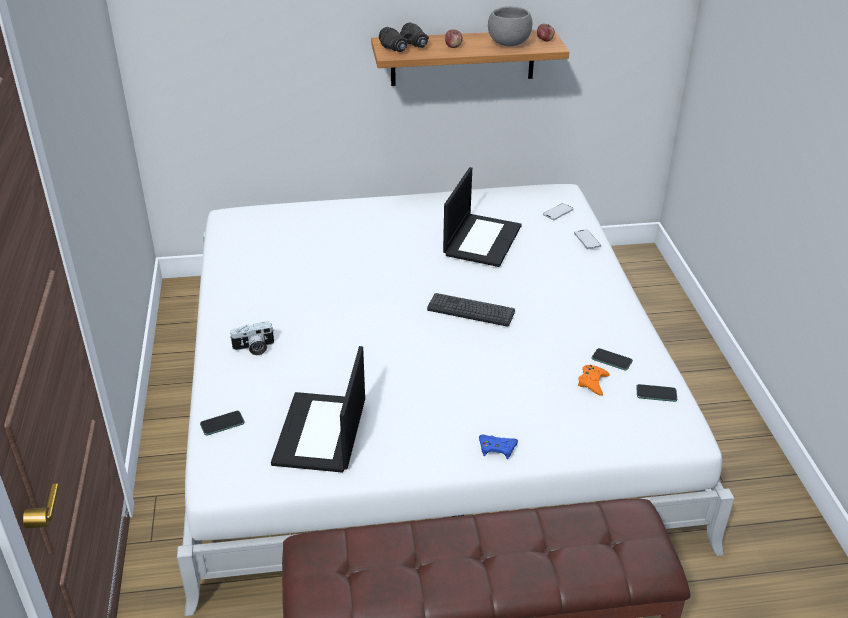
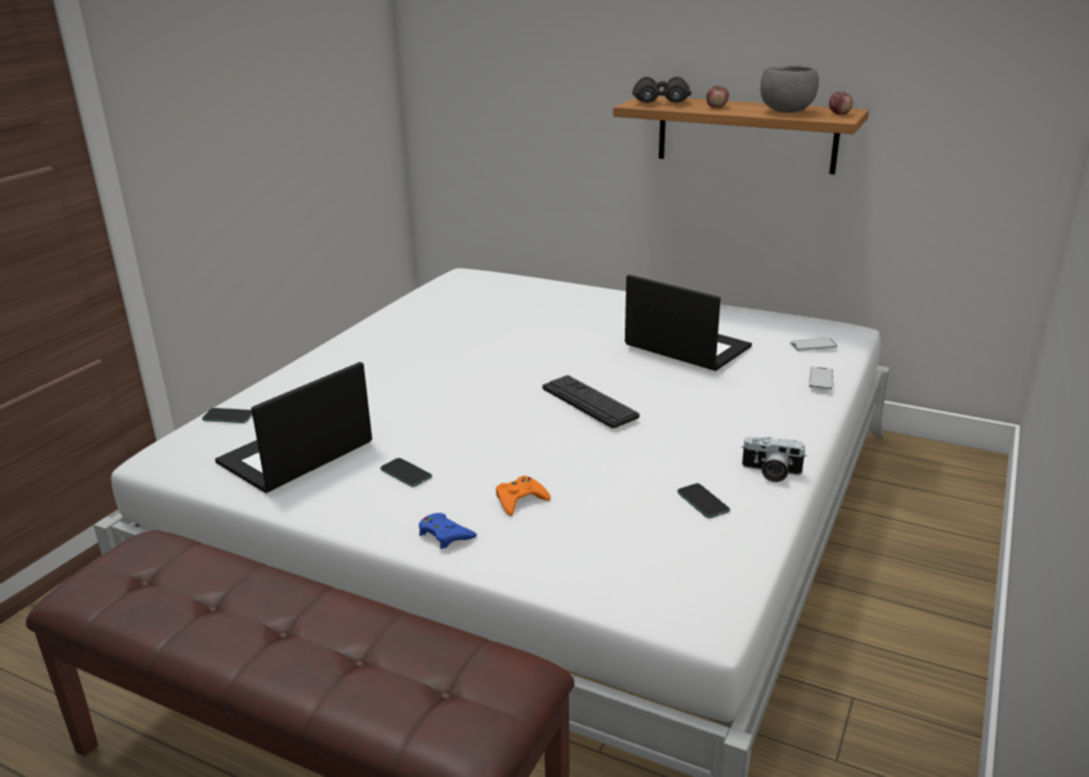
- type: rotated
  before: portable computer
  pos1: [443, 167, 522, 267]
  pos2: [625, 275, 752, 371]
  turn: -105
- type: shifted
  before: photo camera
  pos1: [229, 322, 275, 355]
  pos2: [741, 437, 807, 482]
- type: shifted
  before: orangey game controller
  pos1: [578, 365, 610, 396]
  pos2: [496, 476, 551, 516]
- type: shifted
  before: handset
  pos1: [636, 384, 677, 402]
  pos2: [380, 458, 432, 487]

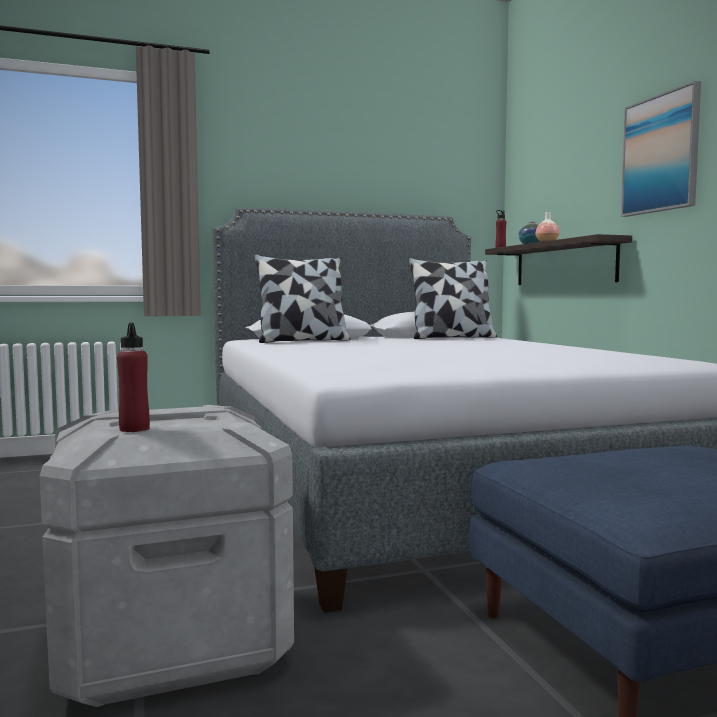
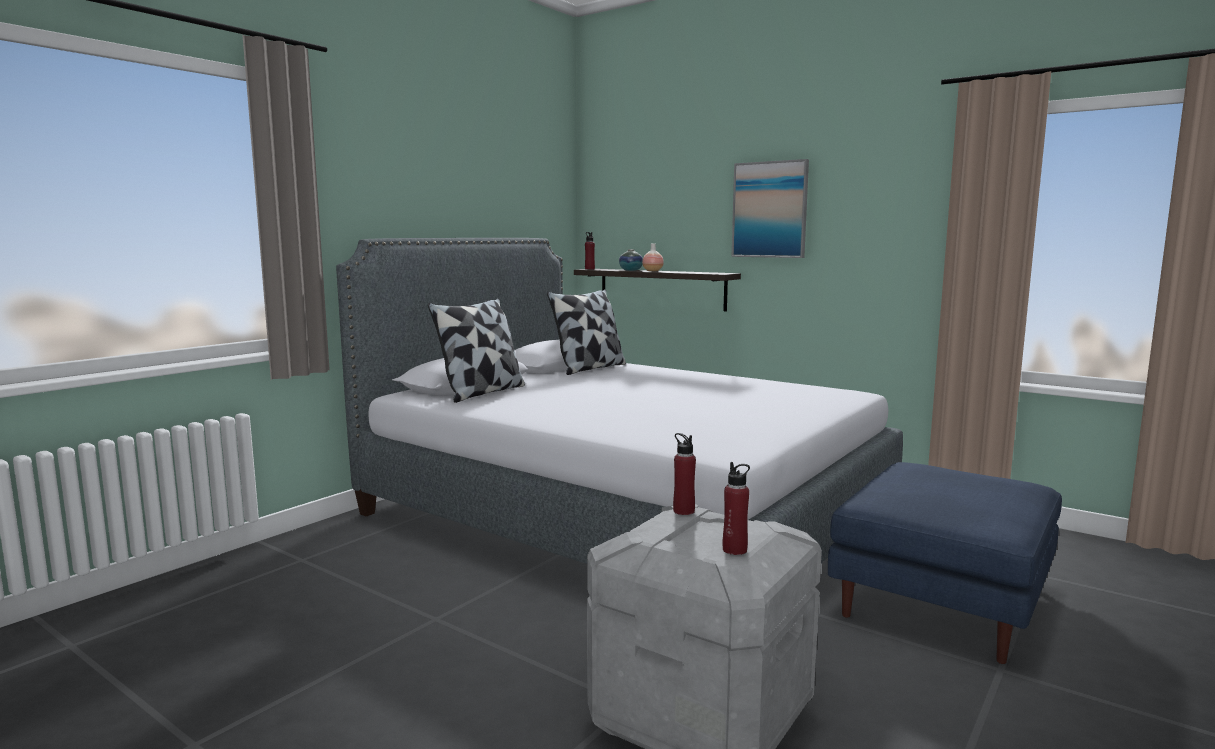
- type: new
  after: red beverage bottle
  pos2: [673, 433, 696, 515]

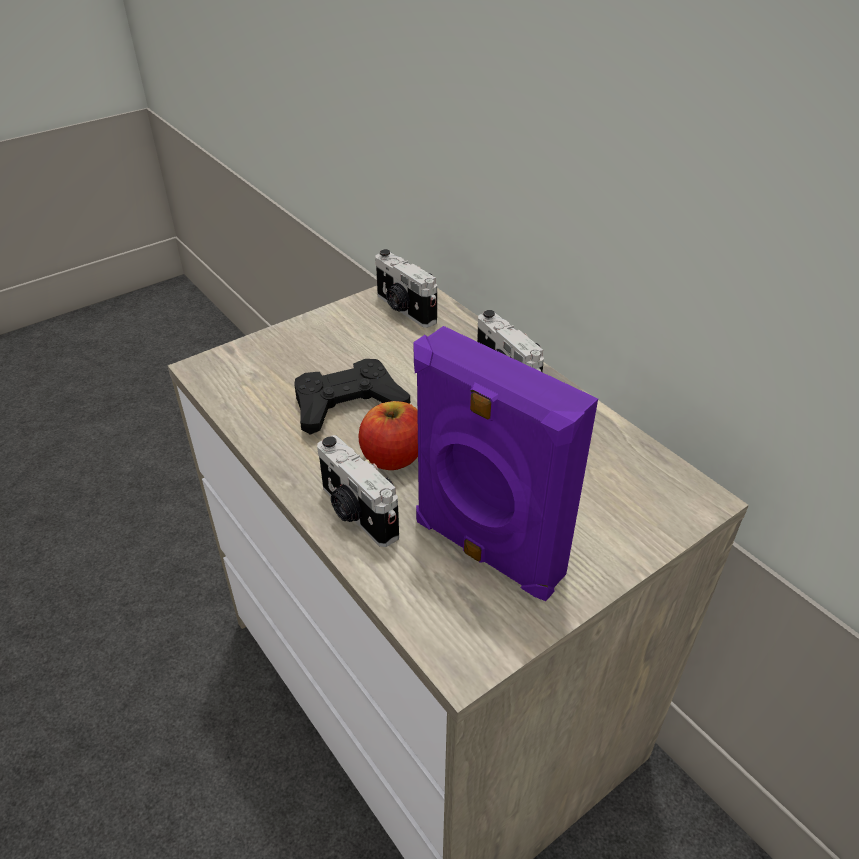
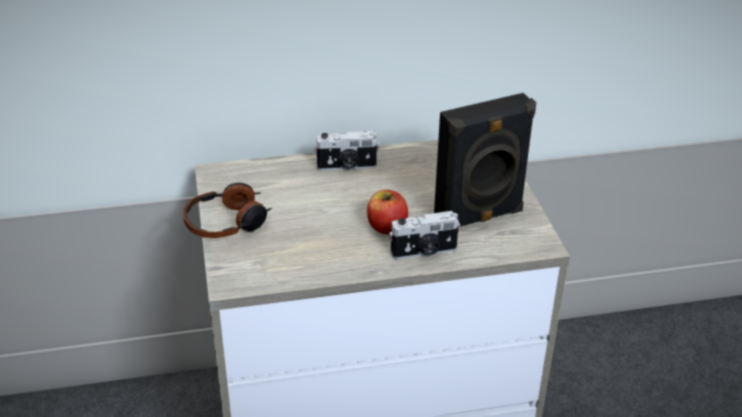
- type: gone
  before: photo camera
  pos1: [375, 249, 437, 328]
- type: repainted
  before: purple speaker
  after: black speaker
  pos1: [413, 326, 598, 601]
  pos2: [434, 93, 536, 227]
- type: gone
  before: black game controller
  pos1: [294, 359, 410, 435]
- type: new
  after: headset
  pos2: [183, 183, 272, 238]

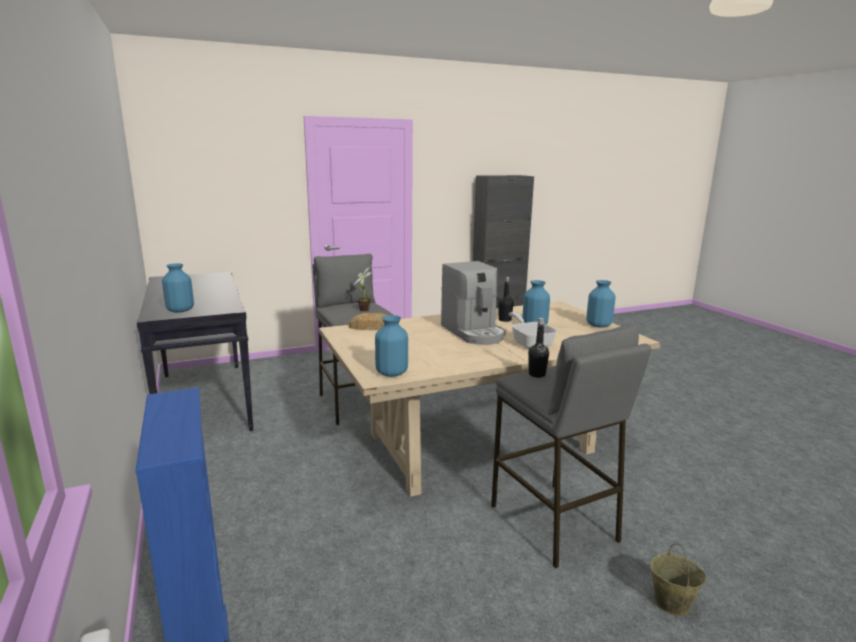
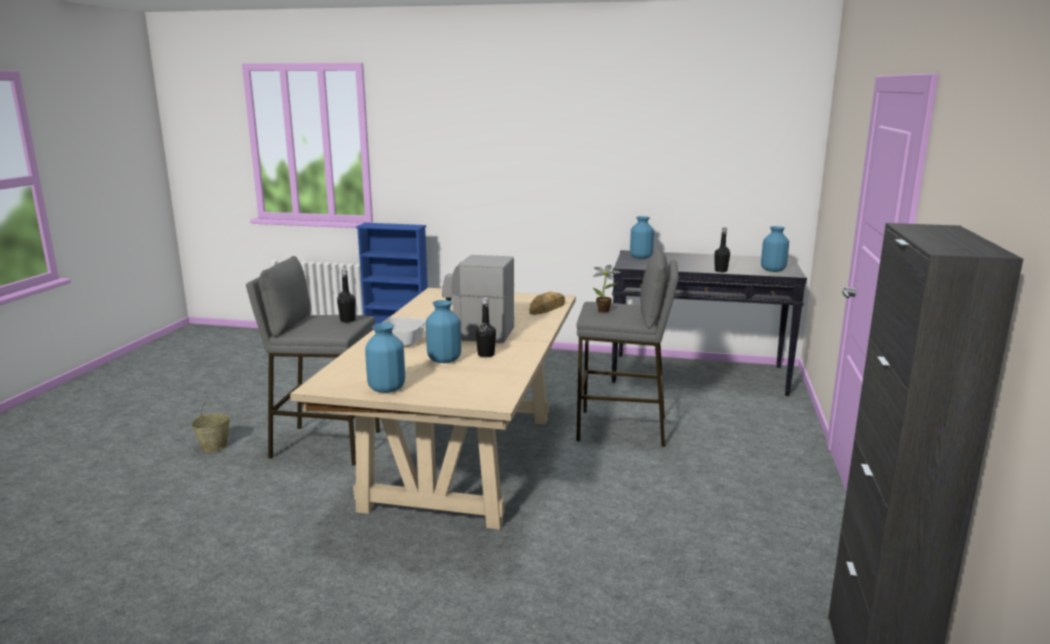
- type: shifted
  before: blue decorative vase
  pos1: [375, 315, 408, 377]
  pos2: [761, 226, 789, 272]
- type: new
  after: black beverage bottle
  pos2: [715, 228, 730, 272]

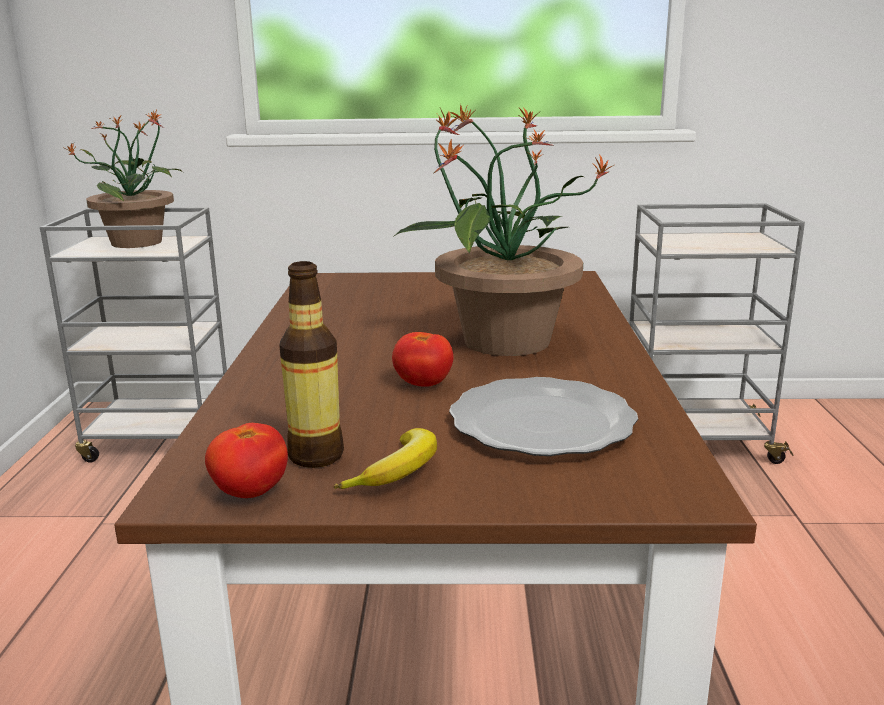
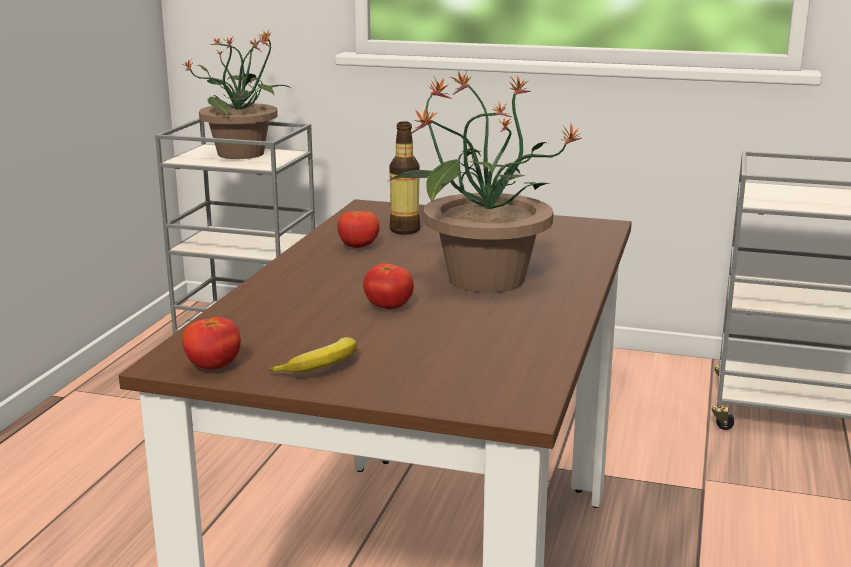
- type: shifted
  before: beverage bottle
  pos1: [280, 261, 344, 468]
  pos2: [389, 121, 420, 234]
- type: gone
  before: dinner plate
  pos1: [449, 377, 638, 456]
- type: new
  after: tomato
  pos2: [337, 211, 380, 248]

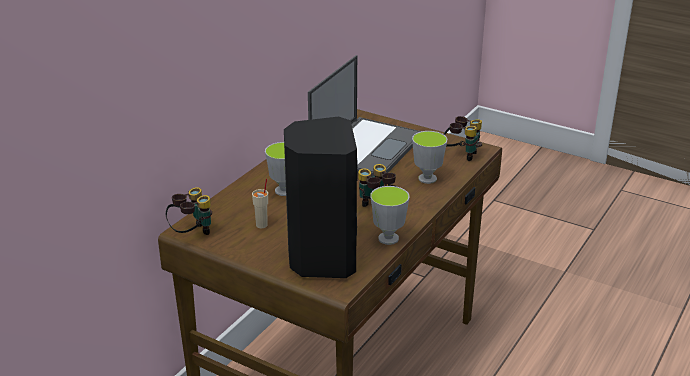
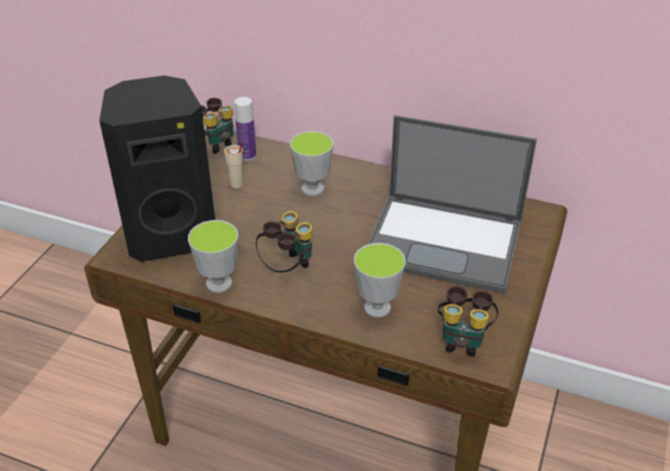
- type: new
  after: beverage bottle
  pos2: [234, 97, 256, 161]

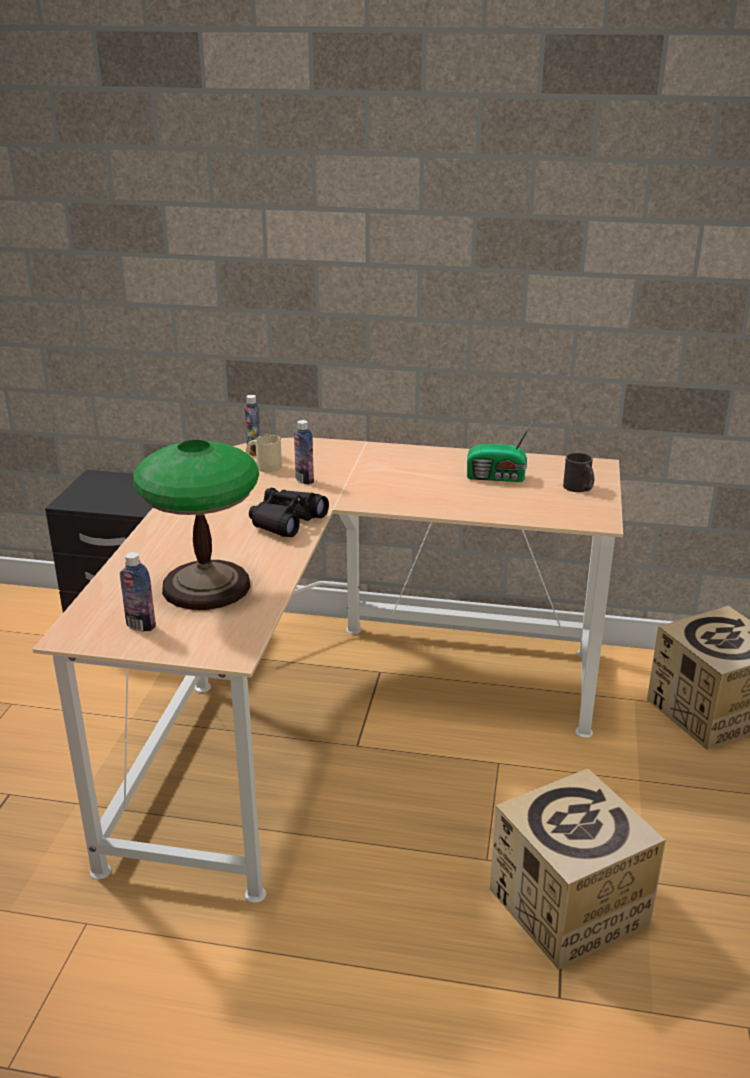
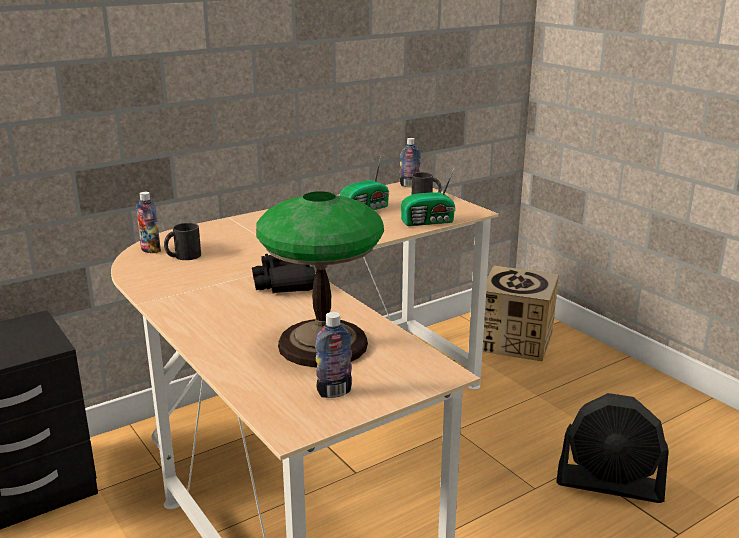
- type: shifted
  before: beverage bottle
  pos1: [294, 420, 314, 485]
  pos2: [400, 138, 421, 187]
- type: repainted
  before: beige-coloured coffee mug
  after: black coffee mug
  pos1: [246, 434, 282, 473]
  pos2: [164, 223, 201, 260]
- type: swapped
  before: cardboard box
  after: black cooling fan
  pos1: [490, 768, 666, 970]
  pos2: [556, 393, 669, 503]
- type: new
  after: radio receiver
  pos2: [401, 169, 456, 226]

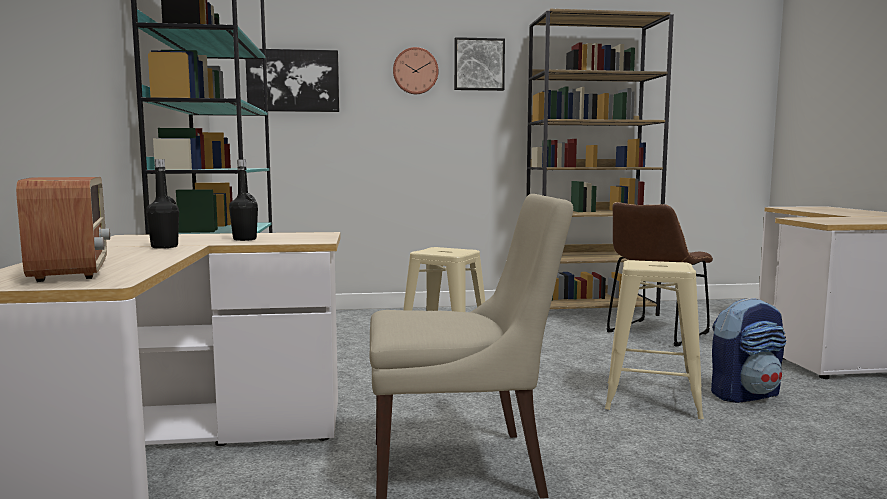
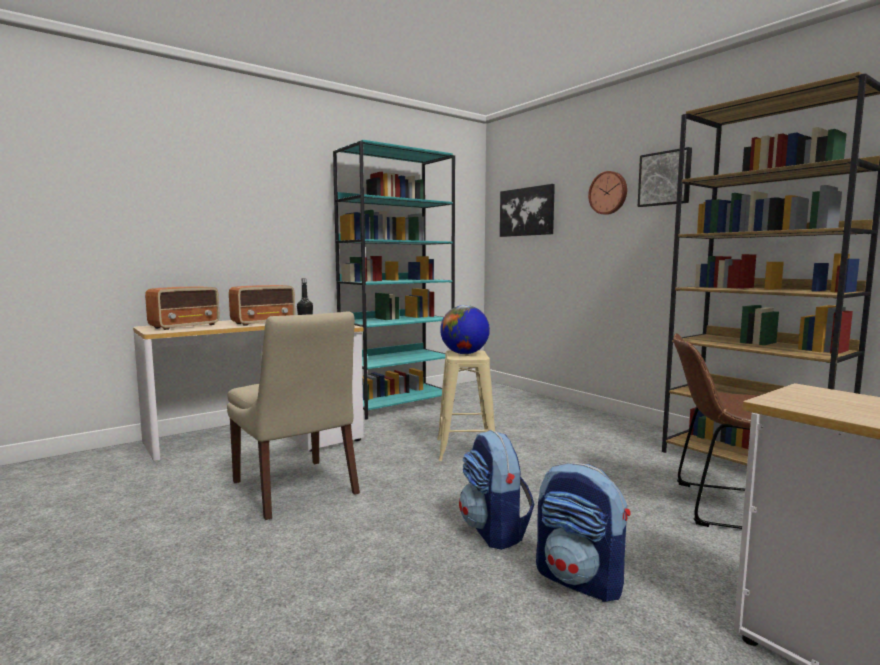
- type: swapped
  before: black beverage bottle
  after: radio receiver
  pos1: [146, 159, 179, 249]
  pos2: [229, 285, 295, 326]
- type: swapped
  before: beige-coloured stool
  after: backpack
  pos1: [605, 260, 704, 419]
  pos2: [459, 430, 535, 550]
- type: new
  after: globe
  pos2: [440, 305, 490, 354]

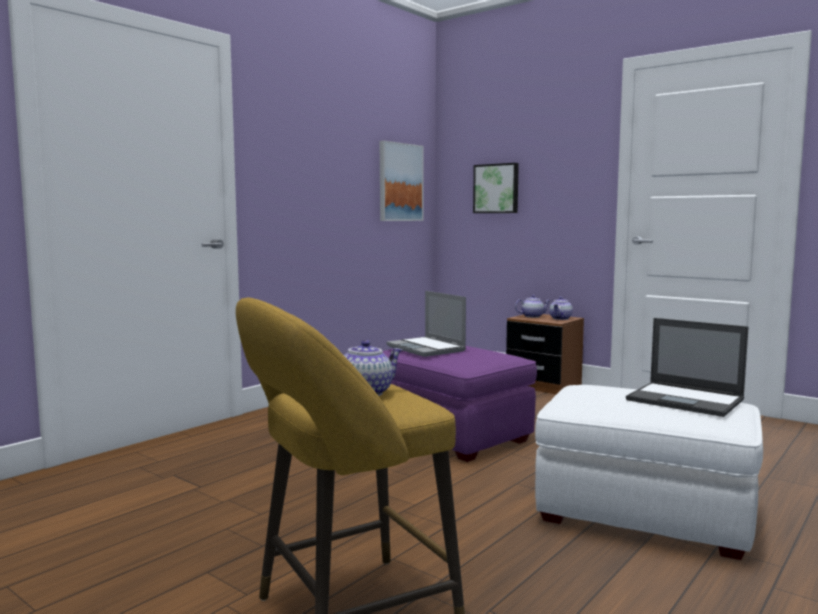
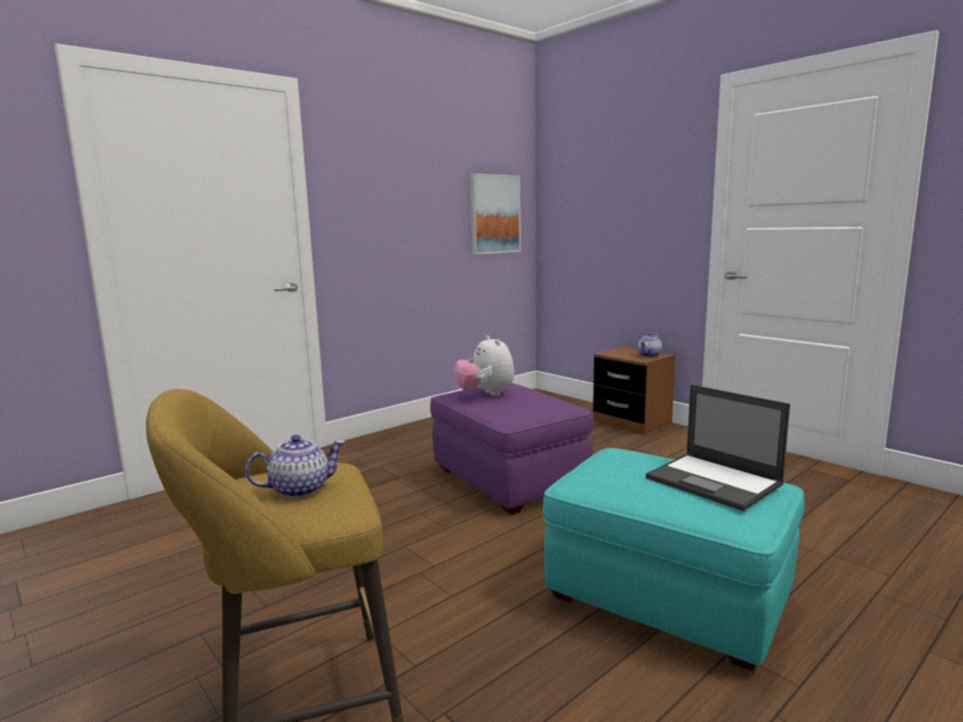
- type: gone
  before: wall art
  pos1: [473, 163, 519, 213]
- type: swapped
  before: portable computer
  after: cuddly toy
  pos1: [387, 291, 466, 357]
  pos2: [455, 335, 514, 396]
- type: gone
  before: teapot
  pos1: [515, 295, 551, 318]
- type: repainted
  before: whitish ottoman
  after: turquoise ottoman
  pos1: [535, 385, 763, 560]
  pos2: [543, 448, 804, 672]

